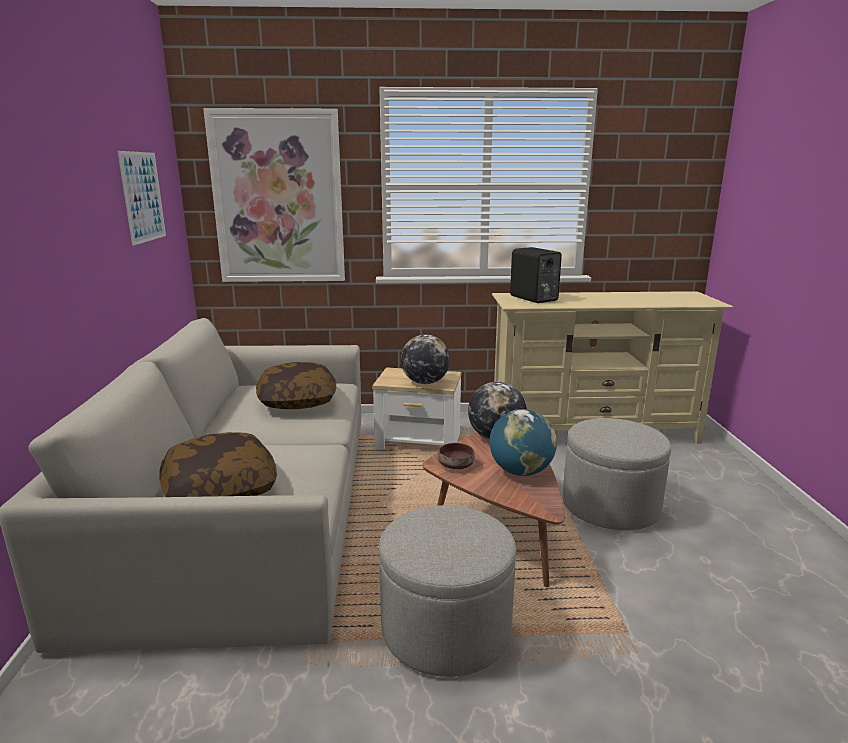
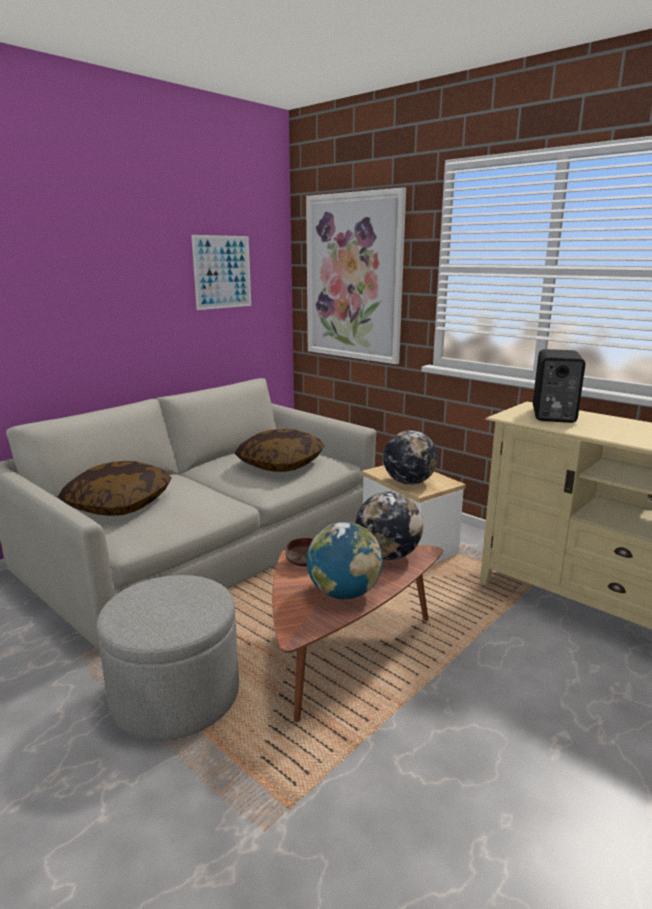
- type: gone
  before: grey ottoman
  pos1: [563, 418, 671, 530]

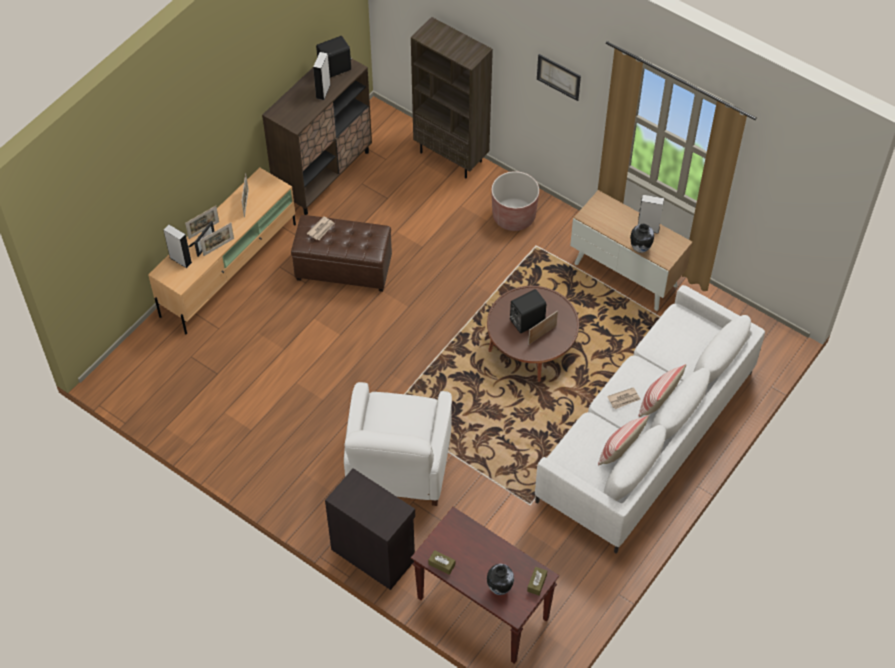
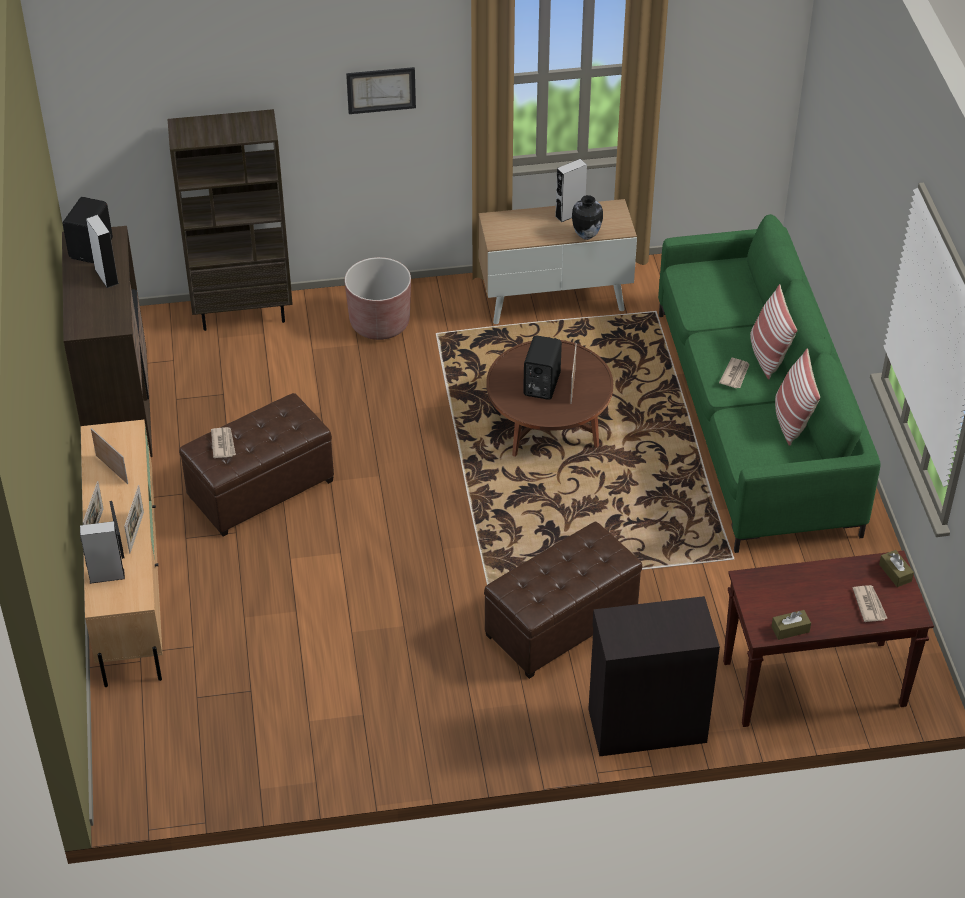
- type: repainted
  before: whitish settee
  after: greenish settee
  pos1: [535, 285, 765, 554]
  pos2: [658, 214, 881, 553]
- type: swapped
  before: whitish armchair
  after: brown-coloured ottoman
  pos1: [344, 382, 452, 506]
  pos2: [484, 521, 642, 679]
- type: swapped
  before: decorative vase
  after: newspaper
  pos1: [487, 564, 514, 595]
  pos2: [853, 585, 888, 622]

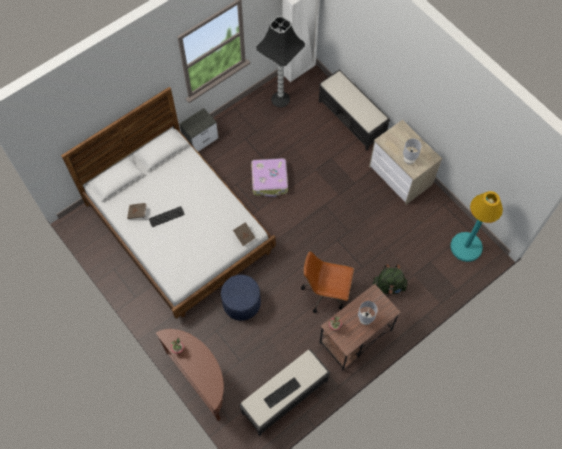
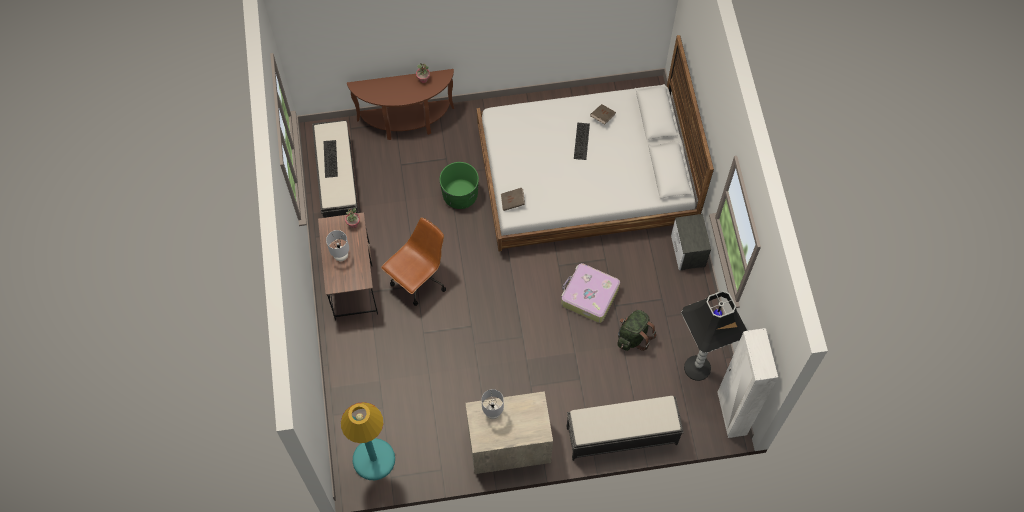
- type: shifted
  before: greenish backpack
  pos1: [372, 264, 409, 294]
  pos2: [617, 310, 657, 351]
- type: swapped
  before: blue ottoman
  after: greenish planter
  pos1: [221, 275, 261, 321]
  pos2: [440, 162, 479, 209]

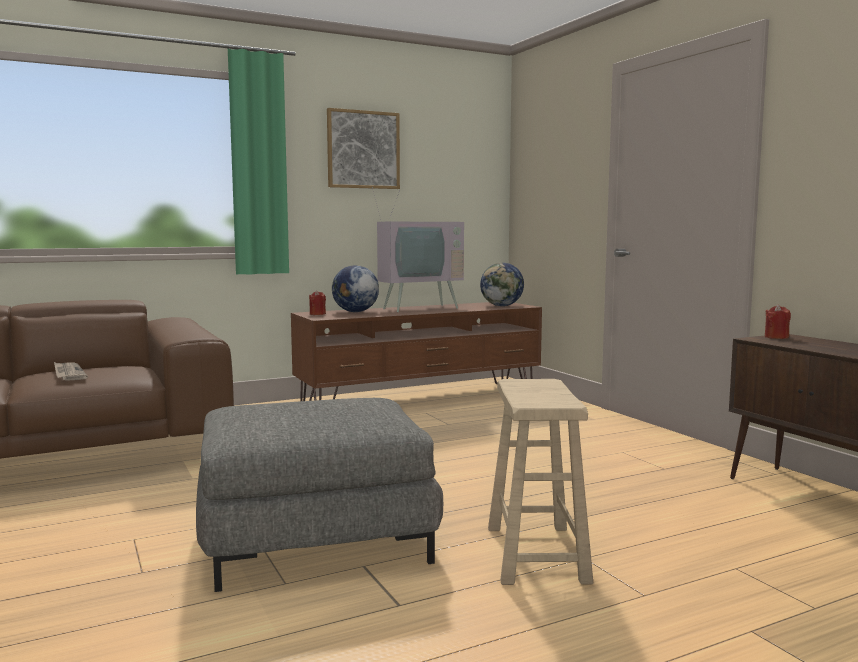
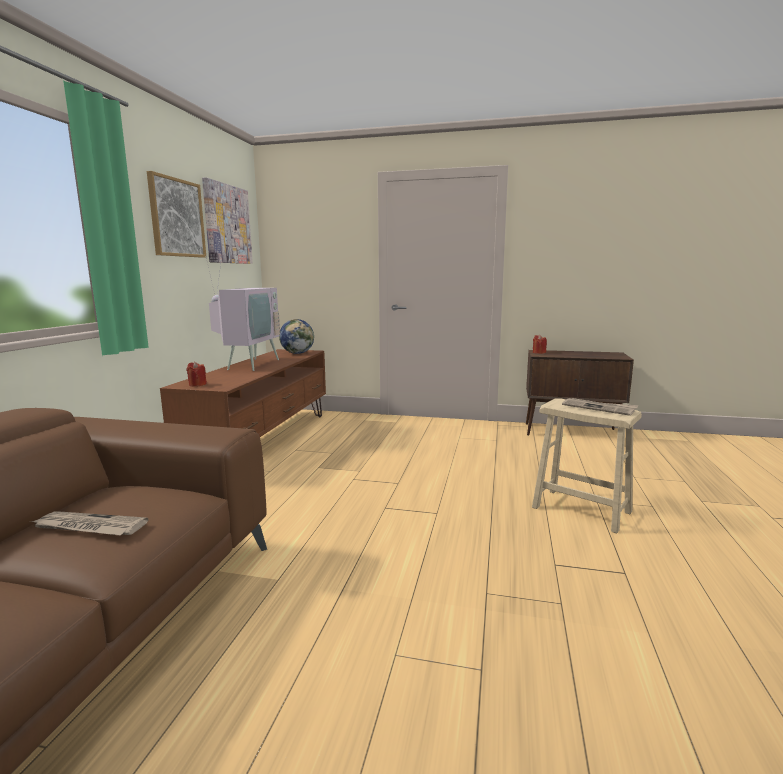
- type: gone
  before: globe
  pos1: [331, 265, 379, 312]
- type: gone
  before: grey ottoman
  pos1: [196, 398, 443, 592]
- type: new
  after: wall art
  pos2: [202, 177, 253, 264]
- type: new
  after: newspaper
  pos2: [562, 398, 639, 416]

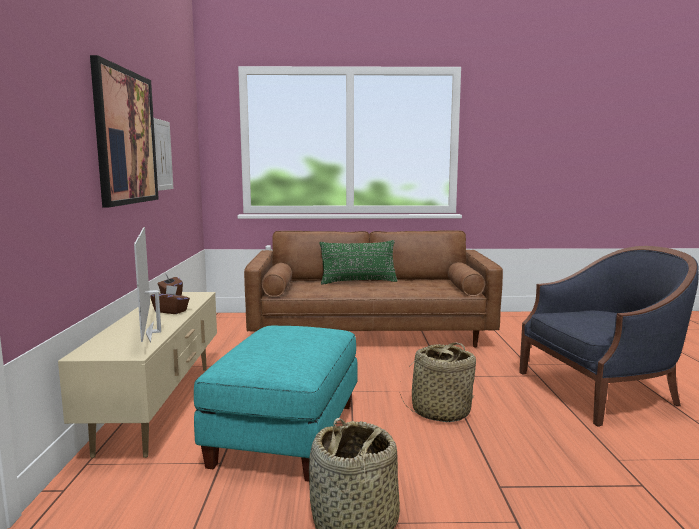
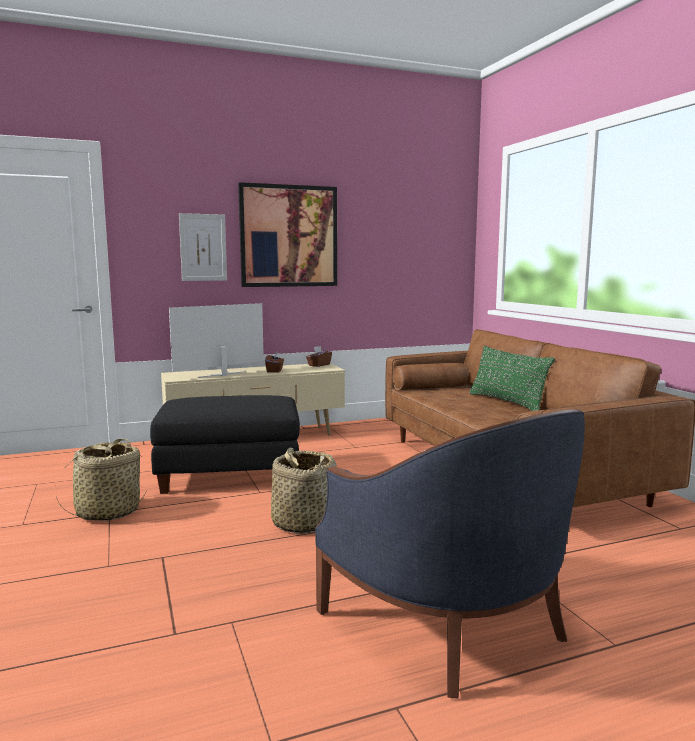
- type: shifted
  before: wall art
  pos1: [154, 118, 173, 191]
  pos2: [179, 213, 227, 281]
- type: repainted
  before: turquoise ottoman
  after: black ottoman
  pos1: [194, 326, 358, 482]
  pos2: [150, 395, 300, 494]

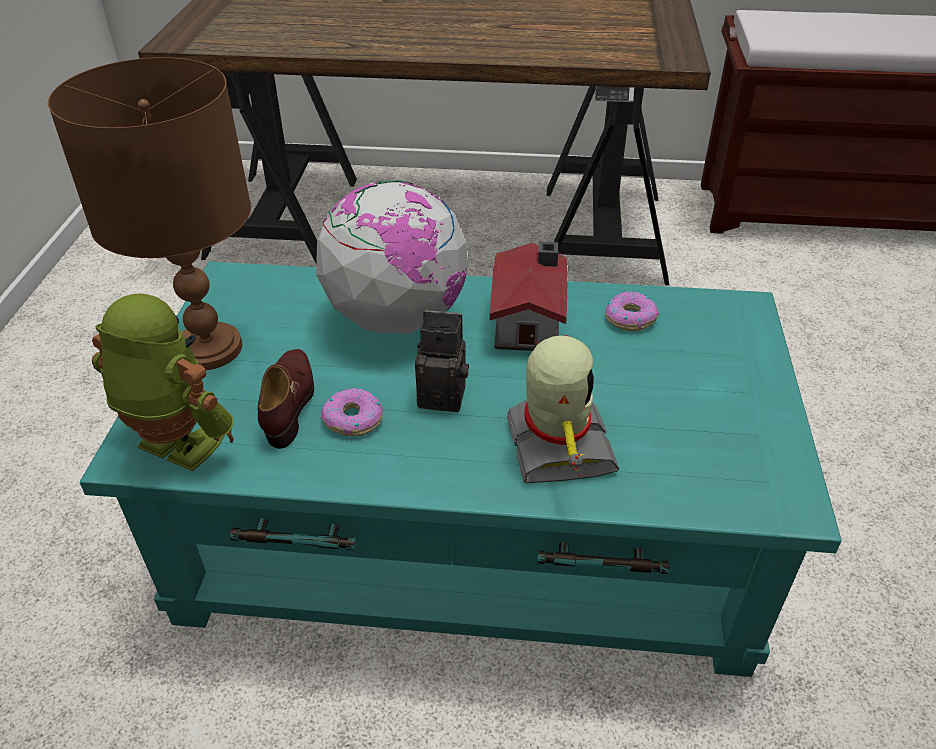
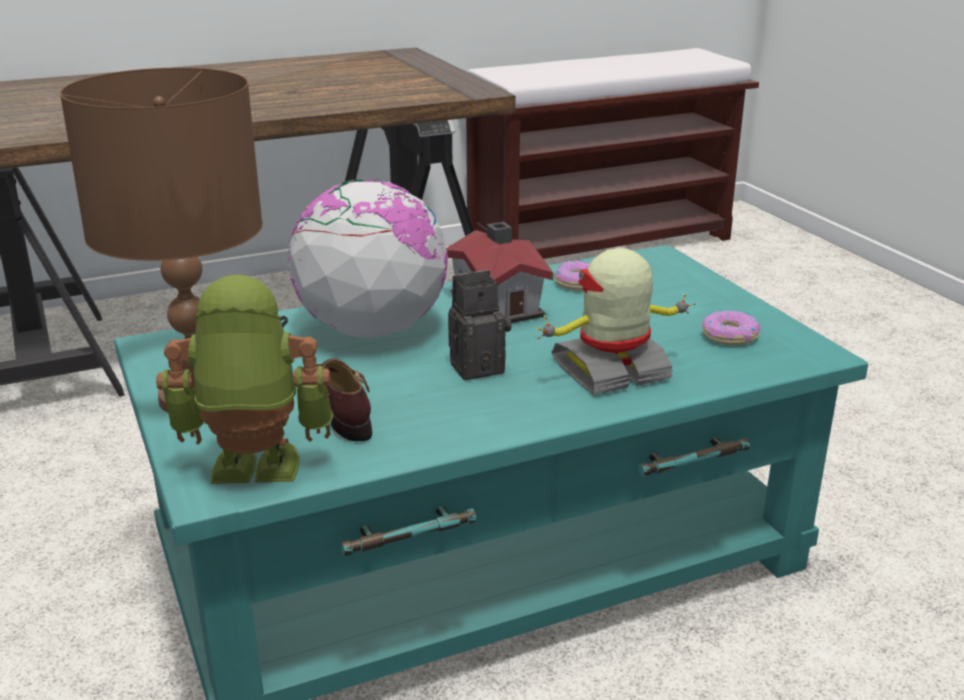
- type: rotated
  before: robot figure
  pos1: [507, 335, 619, 483]
  pos2: [536, 248, 695, 395]
  turn: -75
- type: shifted
  before: ring doughnut
  pos1: [321, 388, 383, 436]
  pos2: [702, 310, 760, 345]

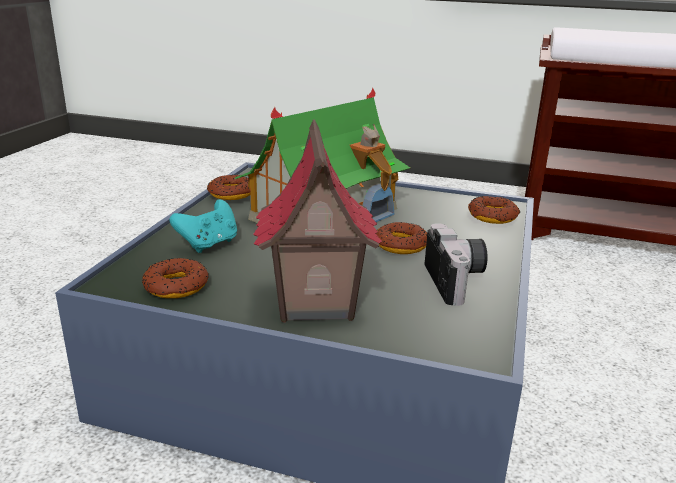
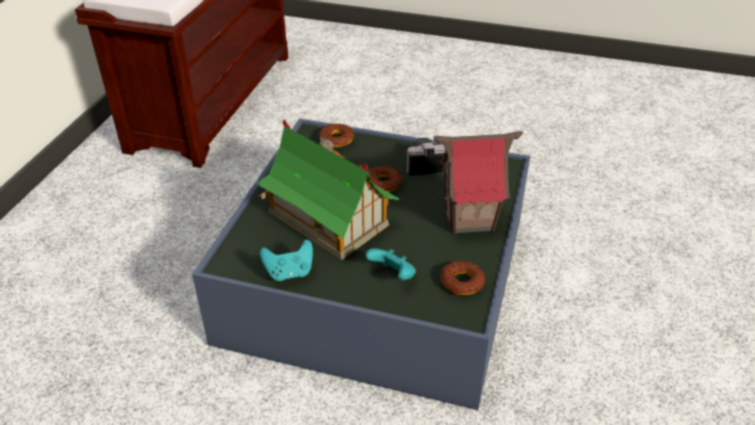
- type: swapped
  before: ring doughnut
  after: turquoise game controller
  pos1: [207, 174, 251, 200]
  pos2: [260, 239, 313, 281]

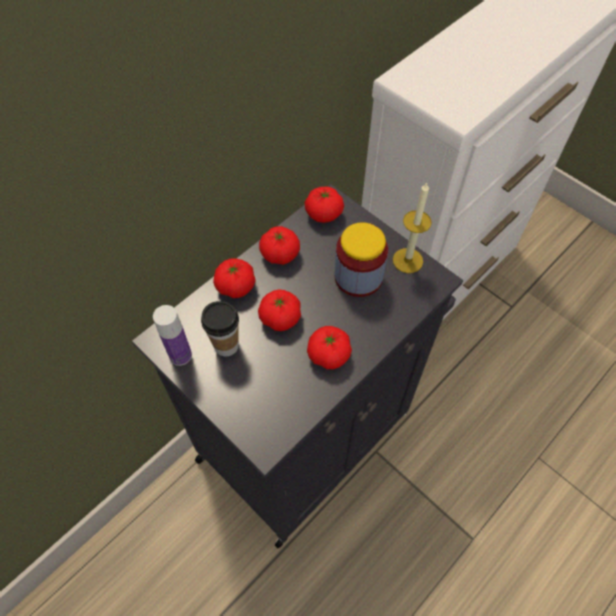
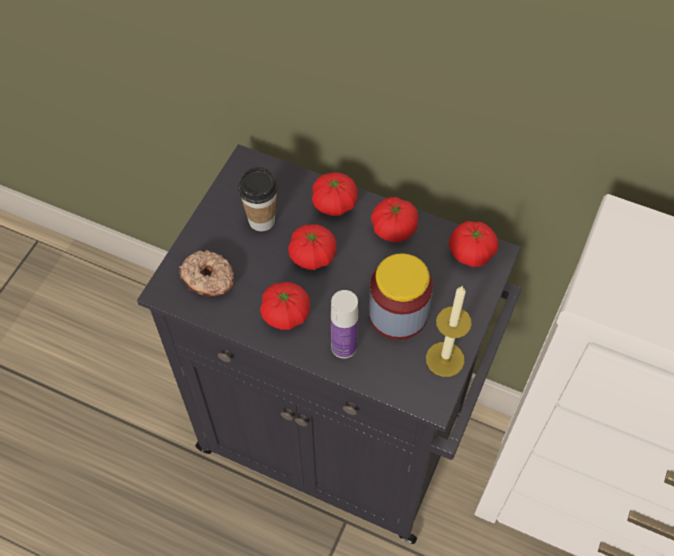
- type: shifted
  before: beverage bottle
  pos1: [153, 305, 192, 366]
  pos2: [331, 290, 358, 359]
- type: new
  after: ring doughnut
  pos2: [179, 250, 234, 297]

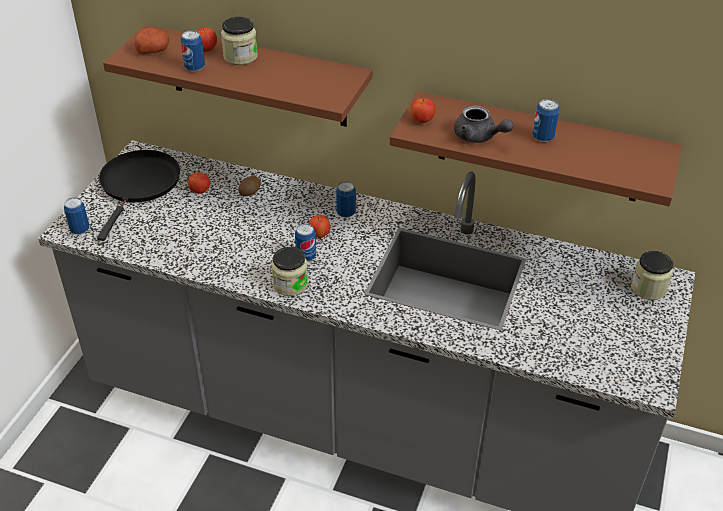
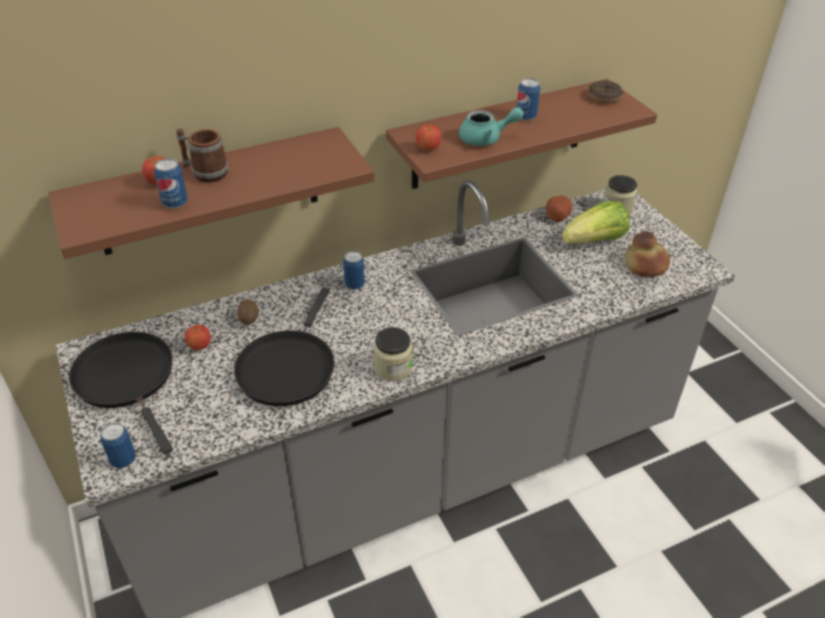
- type: swapped
  before: preserve jar
  after: coffee mug
  pos1: [221, 17, 258, 65]
  pos2: [176, 129, 228, 182]
- type: shifted
  before: spud
  pos1: [134, 28, 169, 54]
  pos2: [546, 196, 572, 222]
- type: repainted
  before: grey teapot
  after: turquoise teapot
  pos1: [454, 105, 514, 143]
  pos2: [459, 107, 524, 146]
- type: gone
  before: whole apple
  pos1: [308, 215, 330, 238]
- type: gone
  before: can
  pos1: [295, 224, 316, 261]
- type: new
  after: ring doughnut
  pos2: [588, 81, 623, 104]
- type: new
  after: lettuce head
  pos2: [562, 201, 630, 244]
- type: new
  after: baked bread
  pos2: [624, 231, 670, 277]
- type: new
  after: black pan
  pos2: [234, 287, 335, 406]

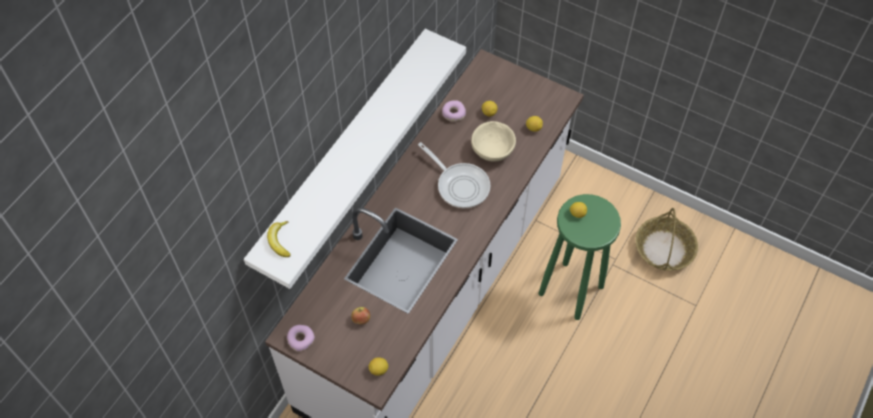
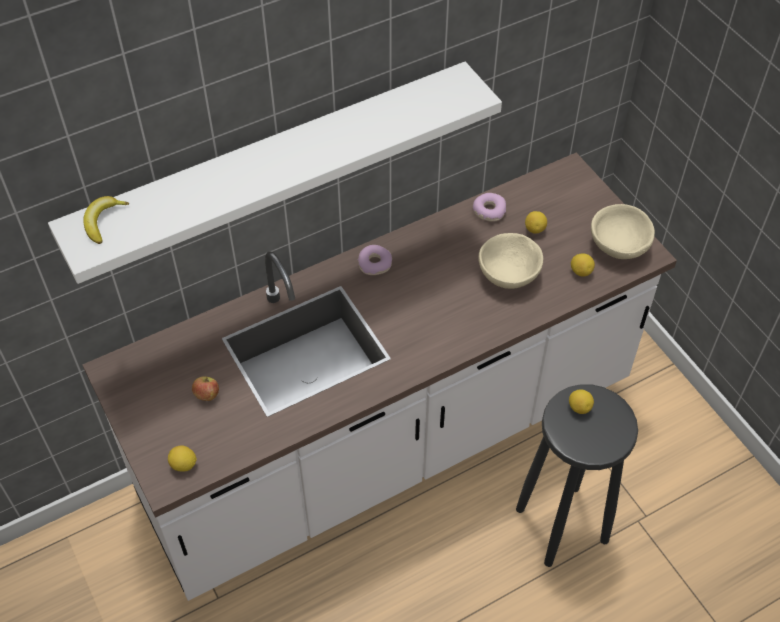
- type: gone
  before: pan
  pos1: [418, 142, 490, 208]
- type: repainted
  before: greenish stool
  after: black stool
  pos1: [539, 194, 621, 320]
  pos2: [516, 384, 638, 567]
- type: gone
  before: household basket
  pos1: [635, 208, 698, 271]
- type: shifted
  before: ring doughnut
  pos1: [287, 325, 315, 351]
  pos2: [357, 245, 392, 275]
- type: new
  after: beige-coloured serving bowl
  pos2: [591, 204, 655, 259]

